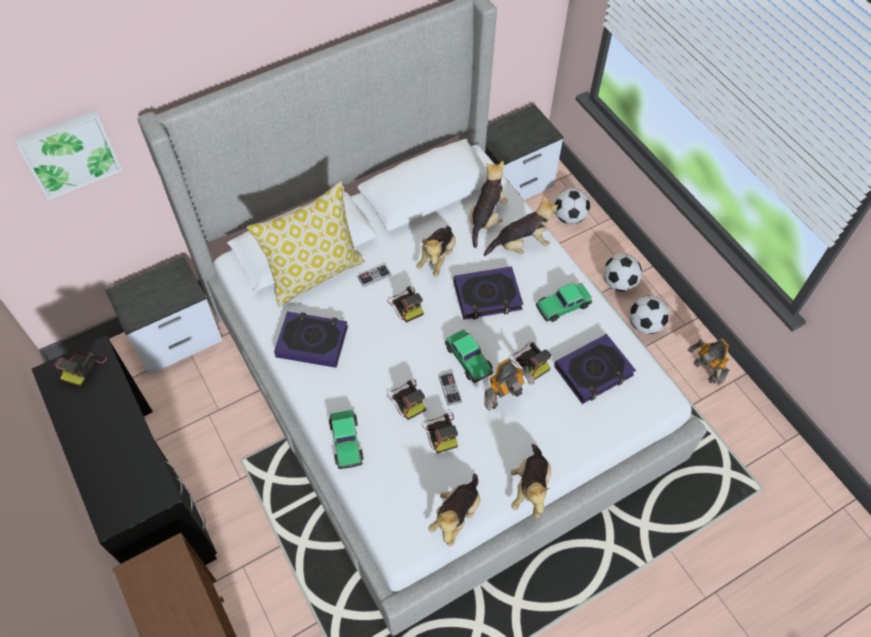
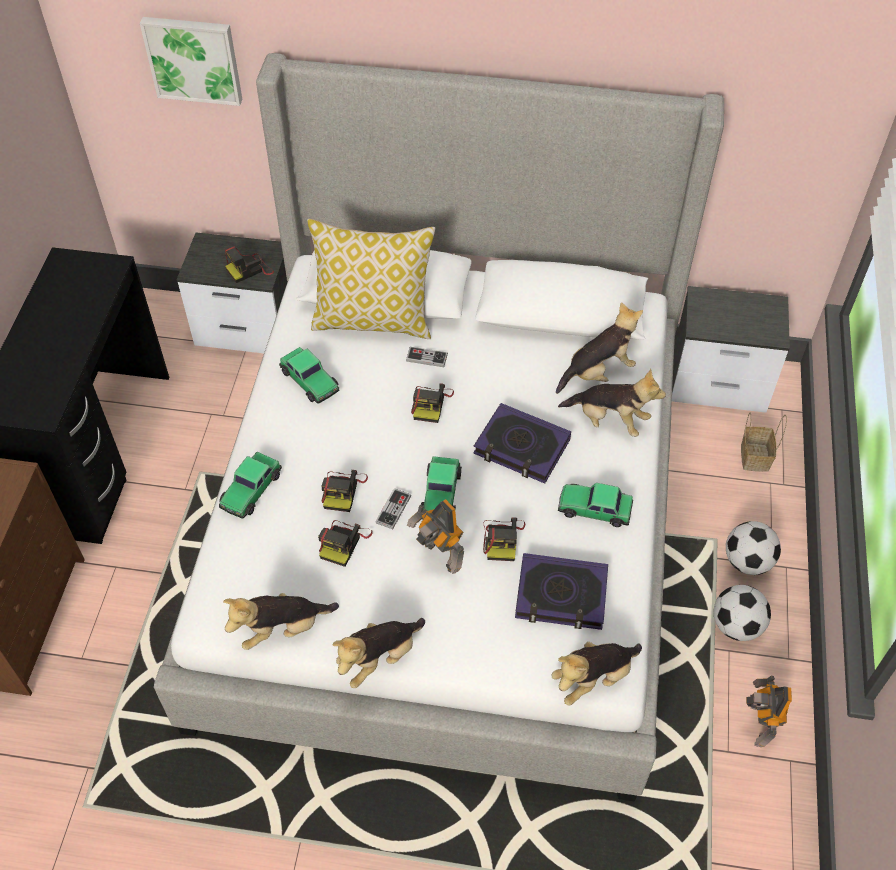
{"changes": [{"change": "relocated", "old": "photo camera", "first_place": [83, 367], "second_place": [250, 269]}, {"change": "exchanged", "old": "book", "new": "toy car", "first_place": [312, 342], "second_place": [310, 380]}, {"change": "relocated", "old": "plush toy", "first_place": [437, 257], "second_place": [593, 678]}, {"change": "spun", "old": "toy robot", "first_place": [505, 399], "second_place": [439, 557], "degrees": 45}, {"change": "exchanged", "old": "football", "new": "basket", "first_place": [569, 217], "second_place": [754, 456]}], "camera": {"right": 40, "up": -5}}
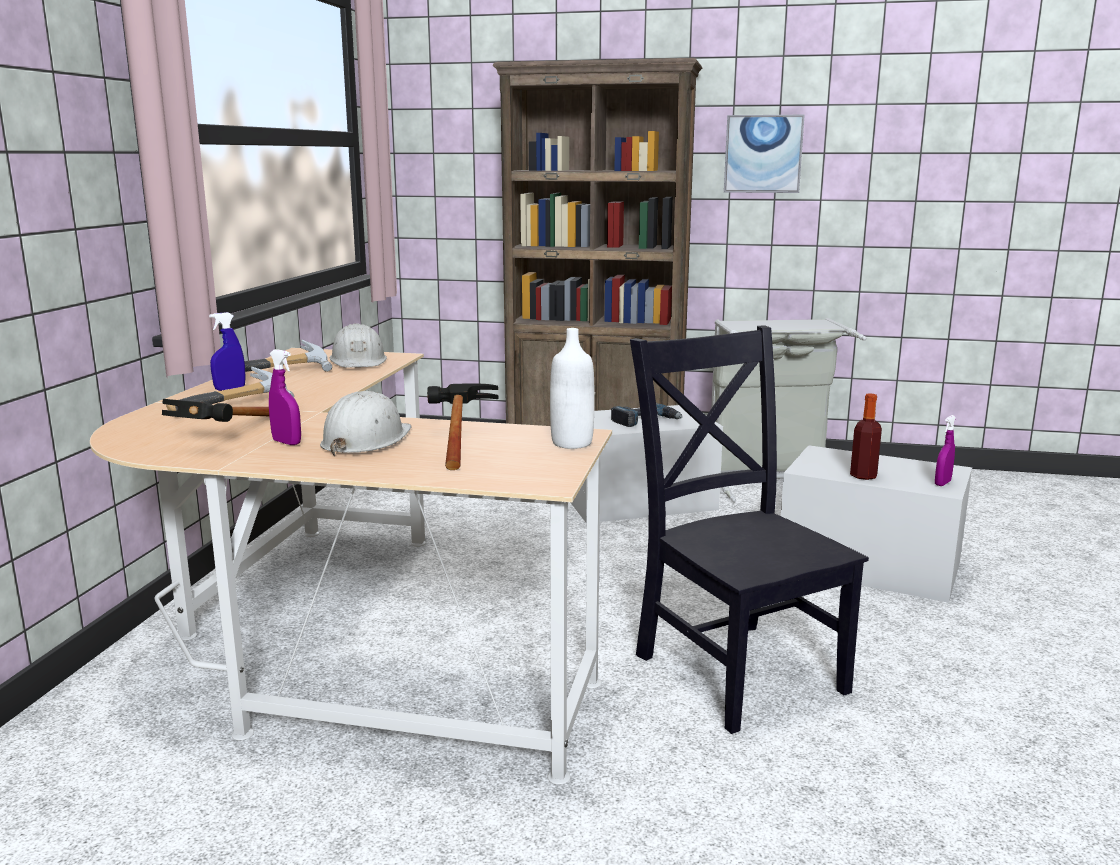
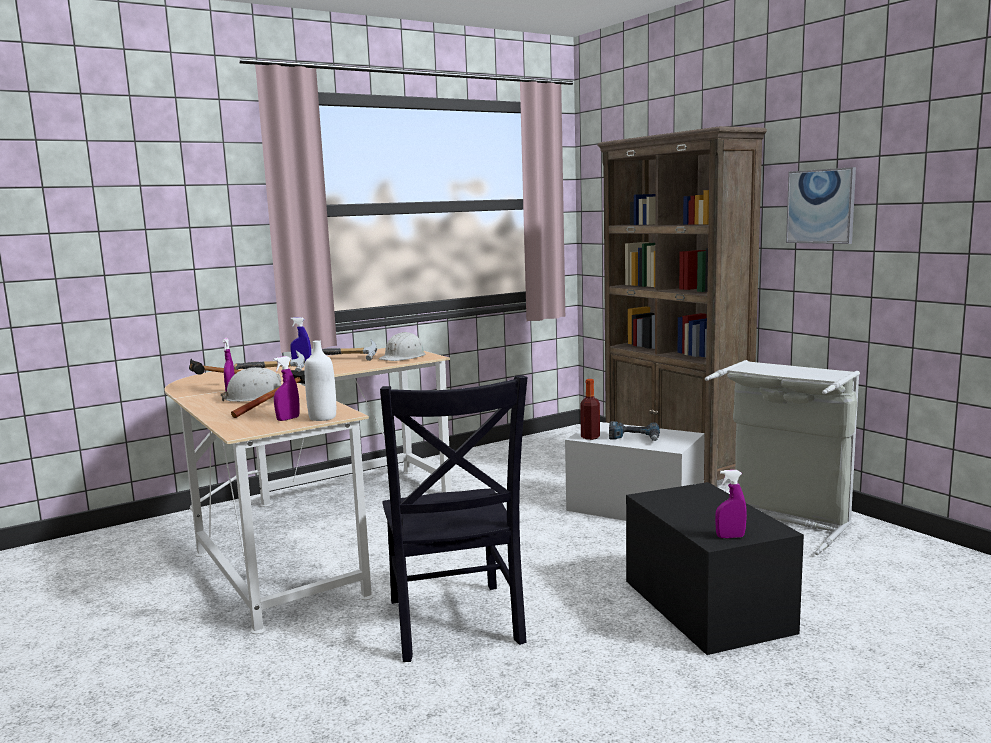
{"changes": [{"change": "spun", "old": "chair/black", "first_place": [735, 668], "second_place": [454, 624], "degrees": 150}, {"change": "colour", "old": "storage box/white", "new": "storage box/black", "first_place": [868, 565], "second_place": [706, 605]}, {"change": "relocated", "old": "bottle", "first_place": [863, 476], "second_place": [590, 437]}, {"change": "appeared", "new": "spray bottle/purple", "second_place": [288, 419]}], "camera": {"right": 45, "up": -5}}
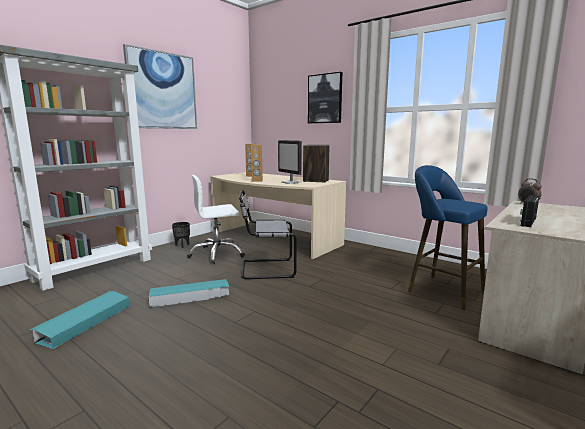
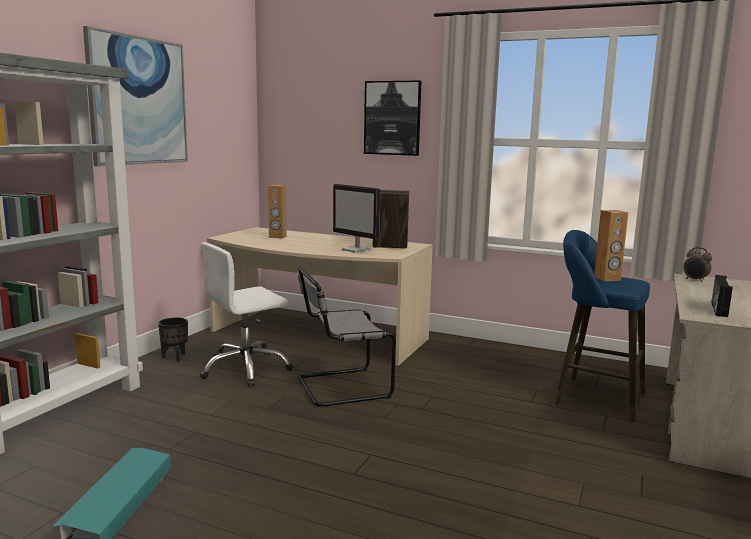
{"changes": [{"change": "missing", "old": "storage box/turquoise", "first_place": [190, 297]}, {"change": "relocated", "old": "speaker/brown", "first_place": [257, 181], "second_place": [607, 279]}], "camera": {"right": -15, "up": 0}}
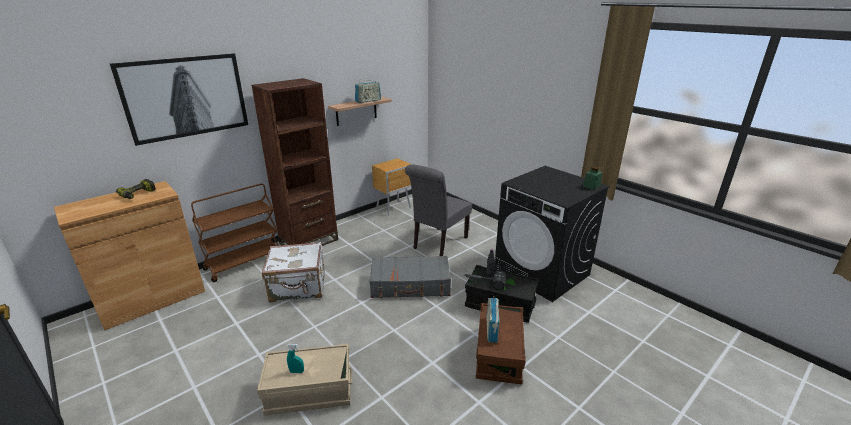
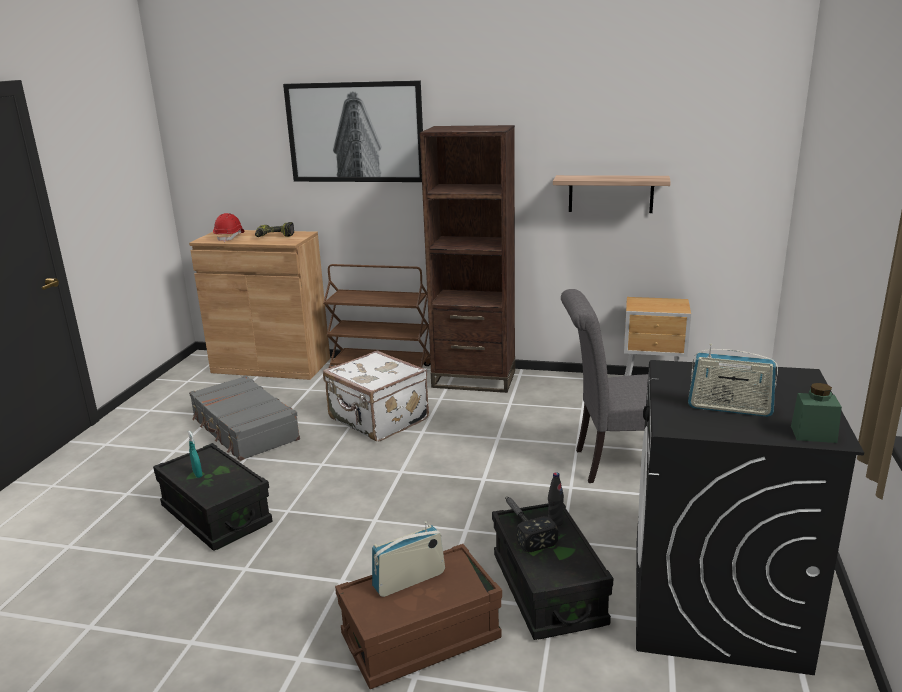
{"changes": [{"change": "colour", "old": "storage box/beige", "new": "storage box/black", "first_place": [310, 391], "second_place": [216, 515]}, {"change": "relocated", "old": "radio", "first_place": [368, 101], "second_place": [729, 408]}, {"change": "relocated", "old": "suitcase/grey", "first_place": [410, 285], "second_place": [244, 429]}, {"change": "appeared", "new": "hard hat/red", "second_place": [230, 237]}], "camera": {"right": 55, "up": -5}}
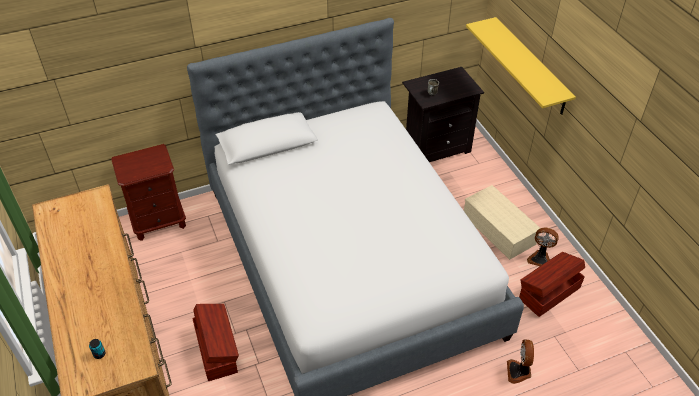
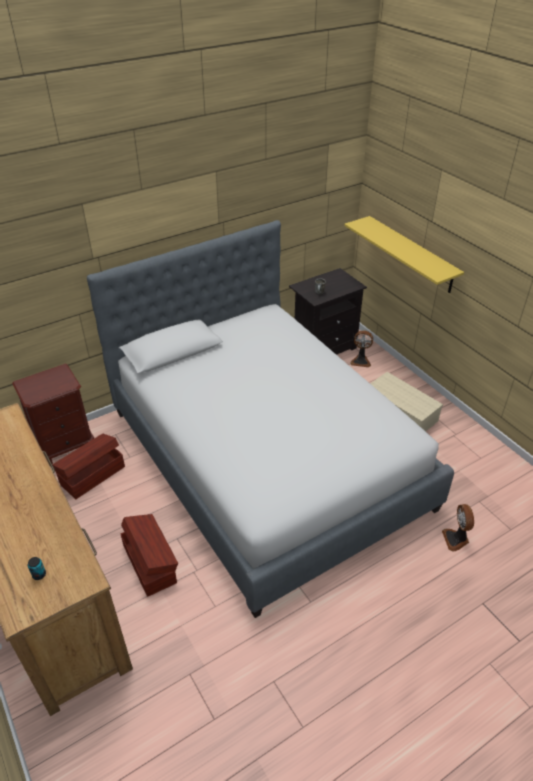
{"changes": [{"change": "relocated", "old": "storage box/brown", "first_place": [548, 292], "second_place": [91, 475]}, {"change": "relocated", "old": "fan", "first_place": [540, 258], "second_place": [360, 361]}], "camera": {"right": -10, "up": -5}}
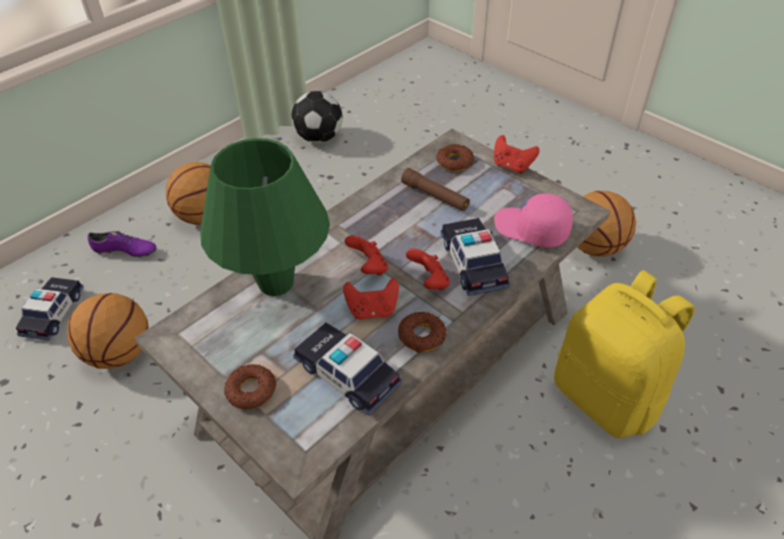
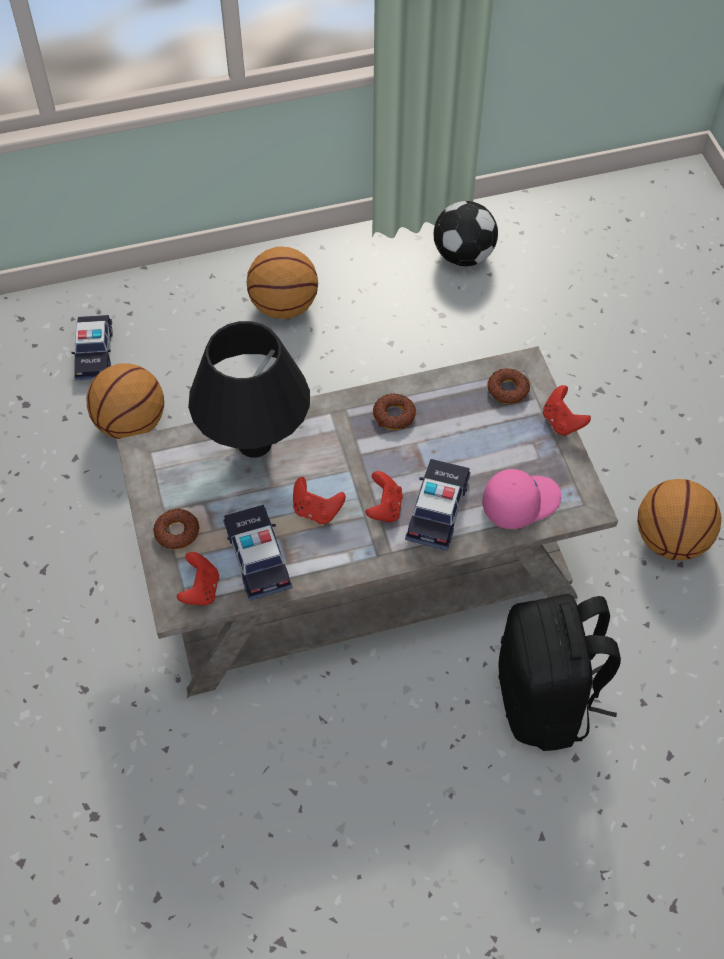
{"changes": [{"change": "spun", "old": "toy car", "first_place": [53, 313], "second_place": [94, 353], "degrees": 135}, {"change": "missing", "old": "shoe/purple", "first_place": [125, 251]}, {"change": "colour", "old": "table lamp/green", "new": "table lamp/black", "first_place": [276, 282], "second_place": [254, 443]}, {"change": "relocated", "old": "game controller/red", "first_place": [368, 267], "second_place": [201, 590]}, {"change": "relocated", "old": "donut", "first_place": [422, 336], "second_place": [394, 415]}, {"change": "missing", "old": "flashlight/brown", "first_place": [435, 196]}, {"change": "spun", "old": "cap/pink", "first_place": [531, 230], "second_place": [520, 502], "degrees": 90}, {"change": "colour", "old": "backpack/yellow", "new": "backpack/black", "first_place": [607, 397], "second_place": [546, 700]}], "camera": {"right": 30, "up": 10}}
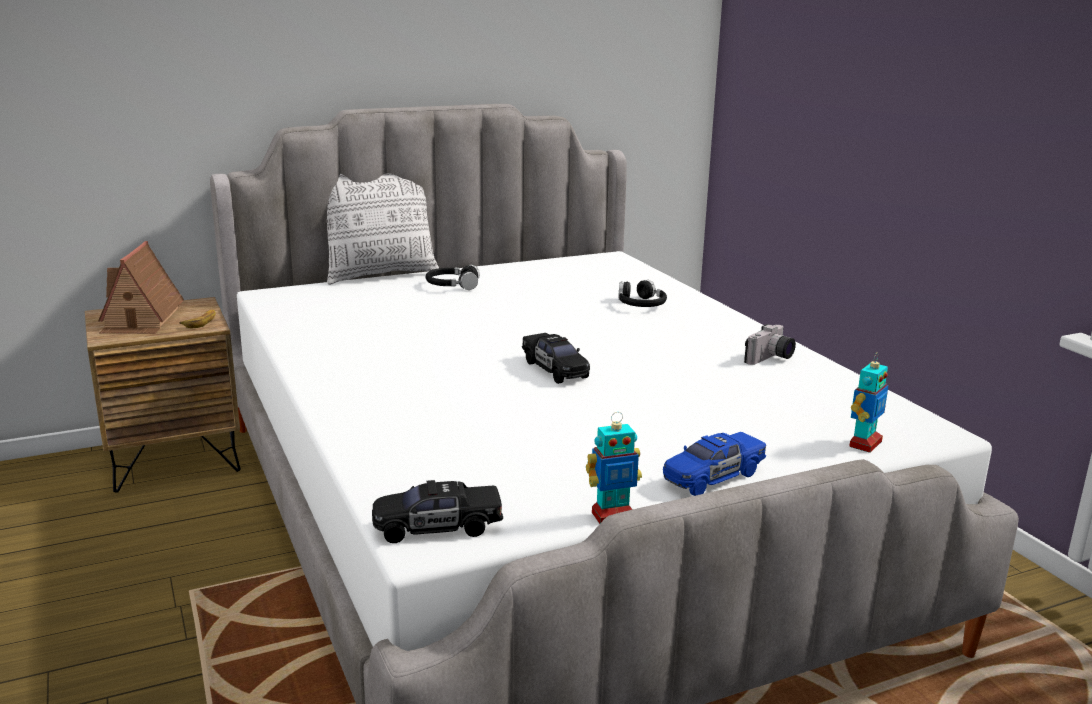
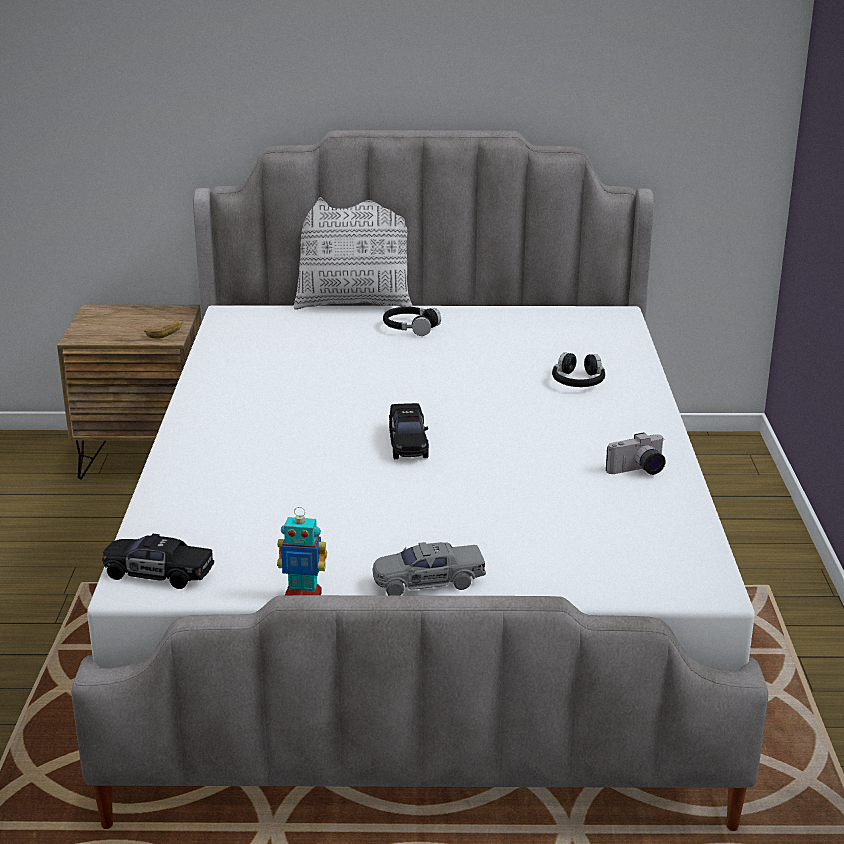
{"changes": [{"change": "missing", "old": "toy house", "first_place": [141, 319]}, {"change": "colour", "old": "toy car/blue", "new": "toy car/grey", "first_place": [712, 477], "second_place": [428, 582]}, {"change": "missing", "old": "toy robot", "first_place": [864, 444]}], "camera": {"right": 25, "up": 5}}
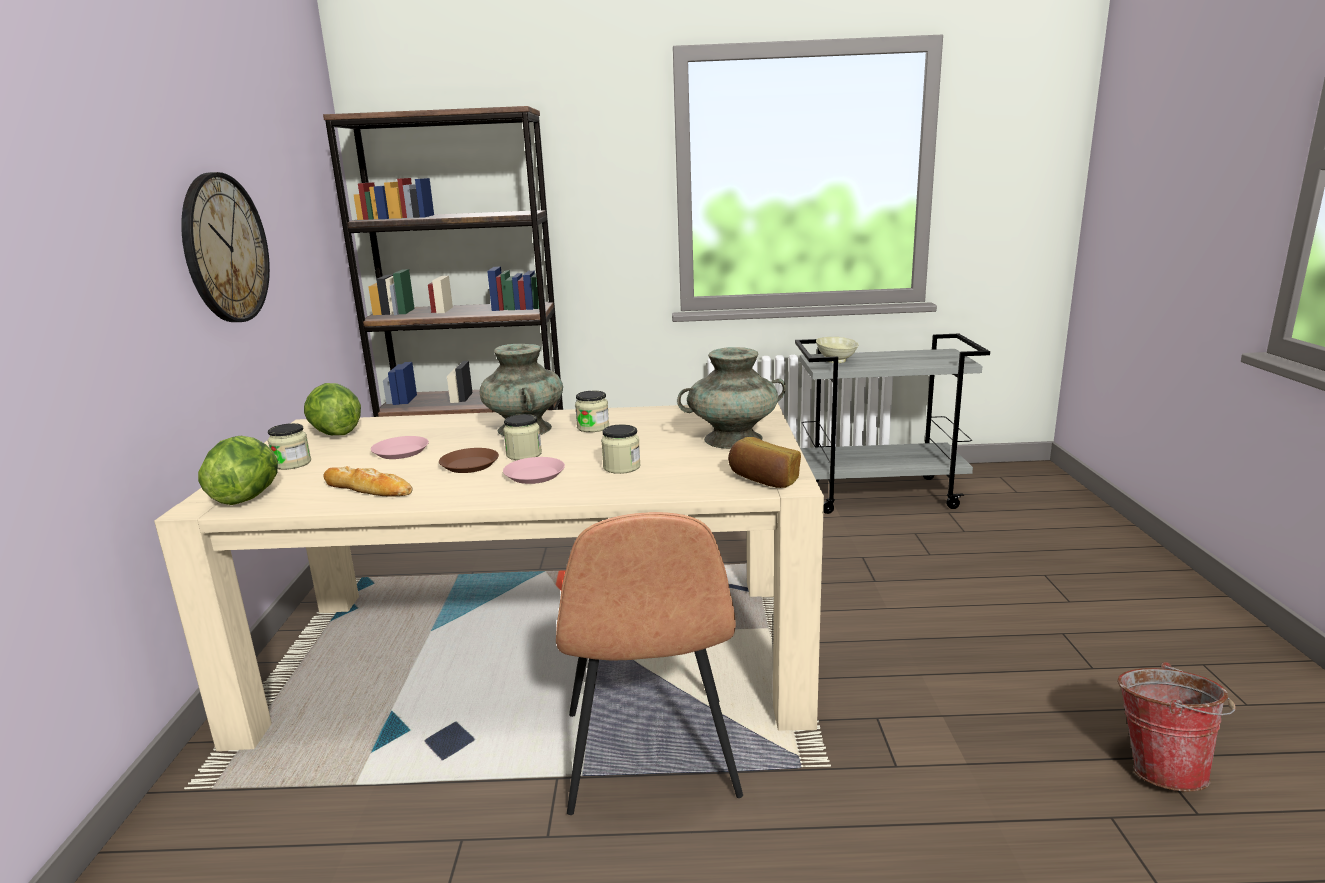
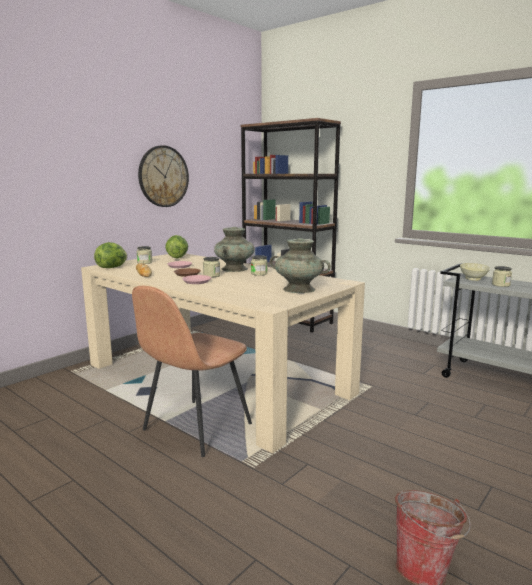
{"changes": [{"change": "relocated", "old": "jar", "first_place": [621, 467], "second_place": [500, 285]}, {"change": "missing", "old": "bread", "first_place": [763, 480]}], "camera": {"right": 40, "up": -5}}
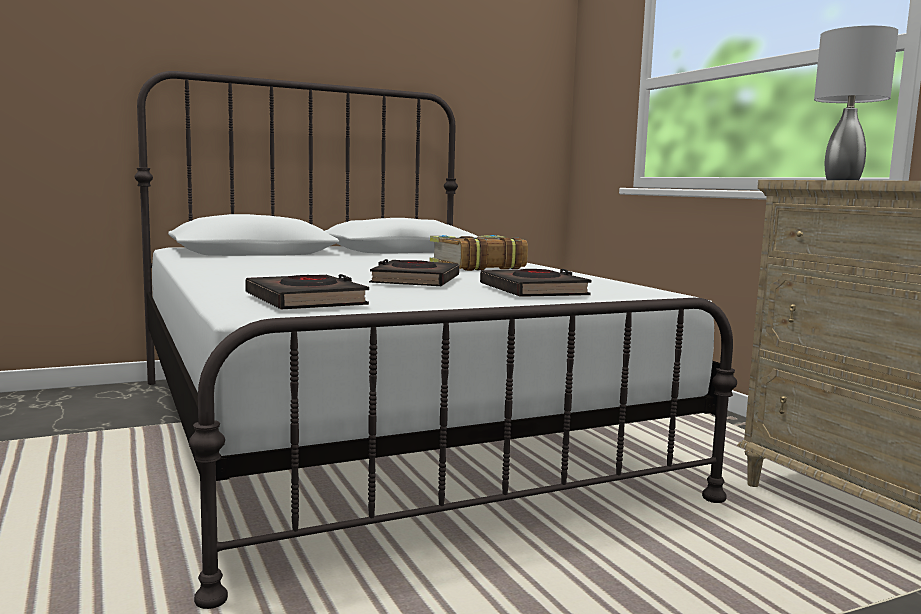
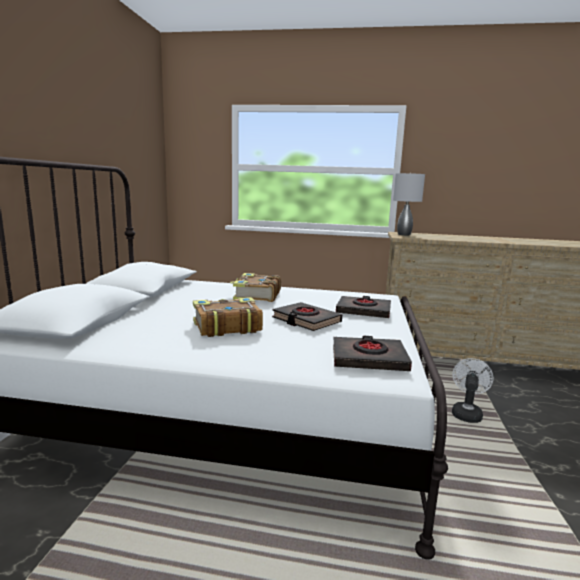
{"changes": [{"change": "appeared", "new": "book", "second_place": [226, 326]}, {"change": "appeared", "new": "fan/white", "second_place": [466, 413]}], "camera": {"right": -55, "up": 5}}
